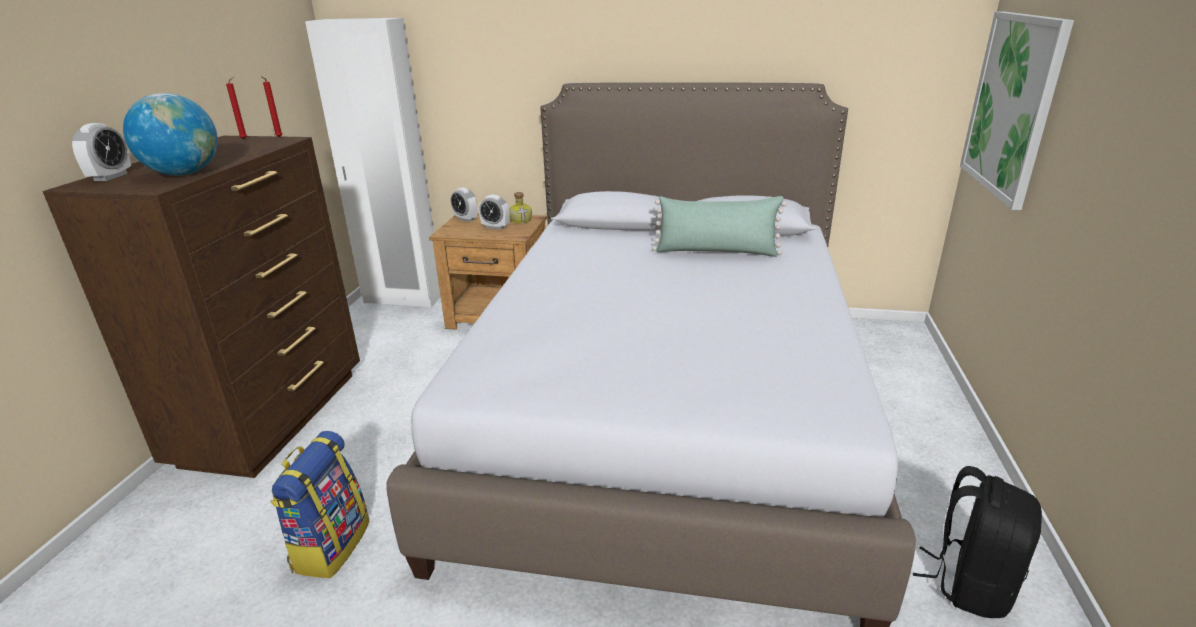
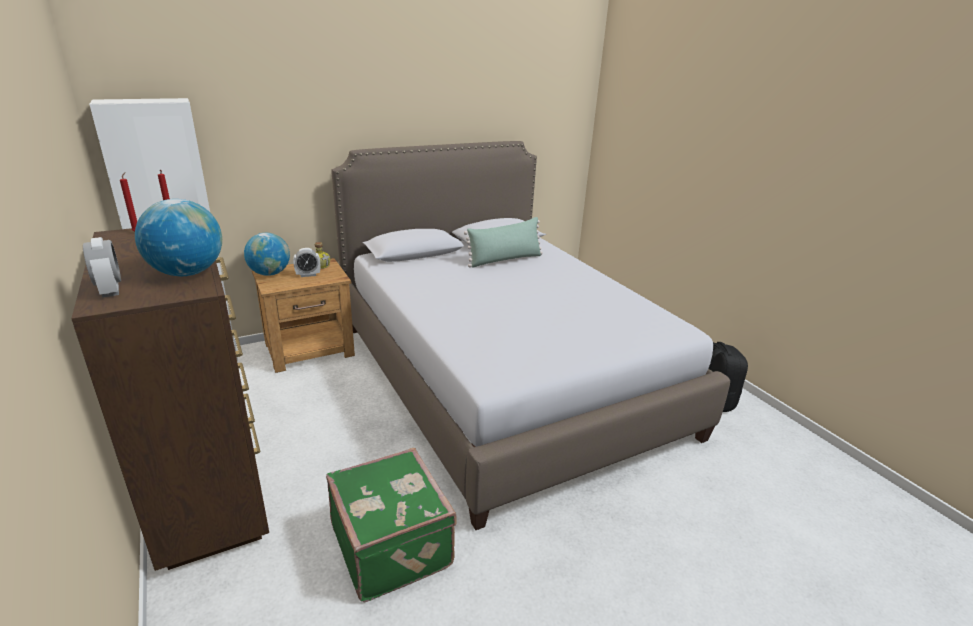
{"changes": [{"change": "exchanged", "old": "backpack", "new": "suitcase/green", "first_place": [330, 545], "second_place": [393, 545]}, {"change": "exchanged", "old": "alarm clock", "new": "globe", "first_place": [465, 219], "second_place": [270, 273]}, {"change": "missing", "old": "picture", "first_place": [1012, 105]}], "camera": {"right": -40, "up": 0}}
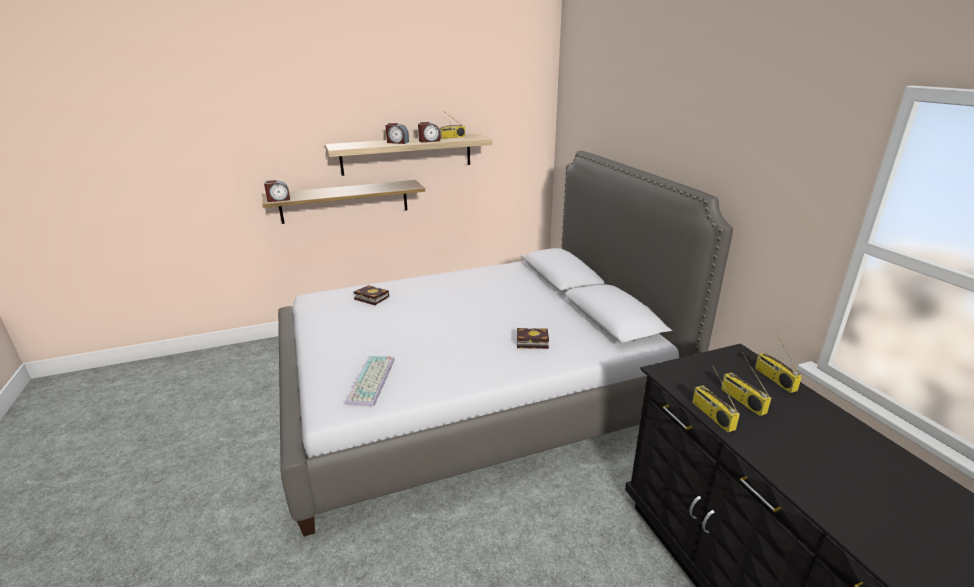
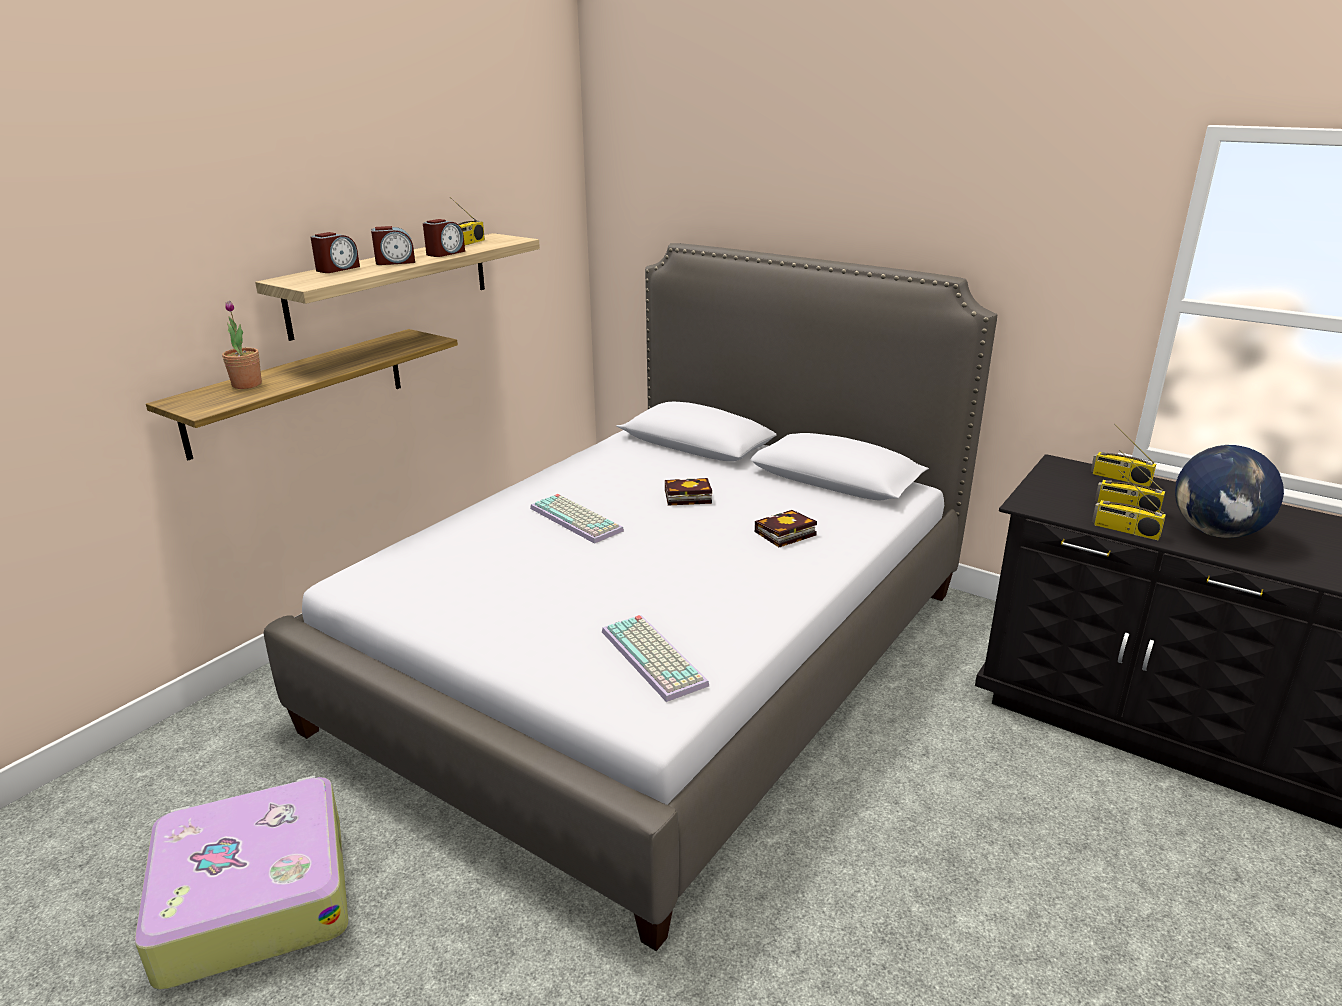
{"changes": [{"change": "relocated", "old": "alarm clock", "first_place": [278, 199], "second_place": [337, 269]}, {"change": "relocated", "old": "book", "first_place": [370, 298], "second_place": [685, 497]}, {"change": "appeared", "new": "suitcase", "second_place": [253, 896]}, {"change": "appeared", "new": "potted plant", "second_place": [247, 384]}, {"change": "appeared", "new": "keyboard", "second_place": [578, 519]}, {"change": "appeared", "new": "globe", "second_place": [1216, 533]}], "camera": {"right": -35, "up": 0}}
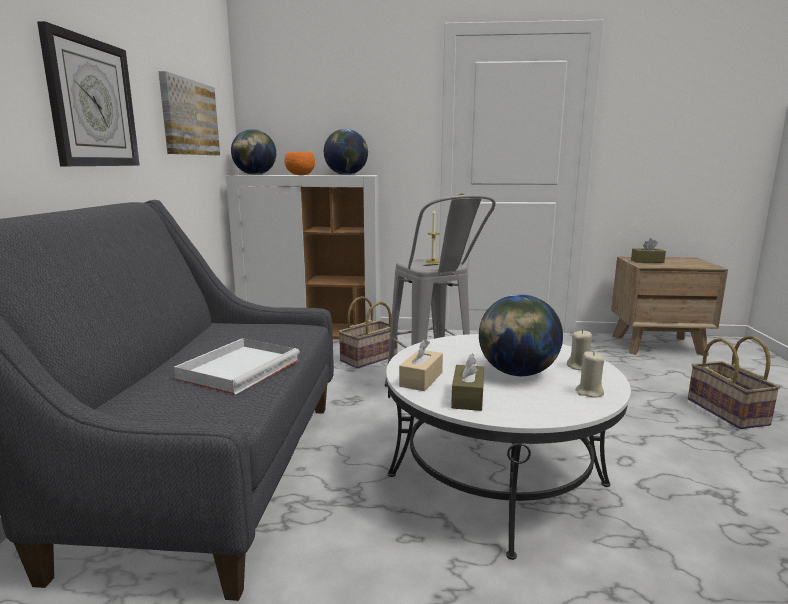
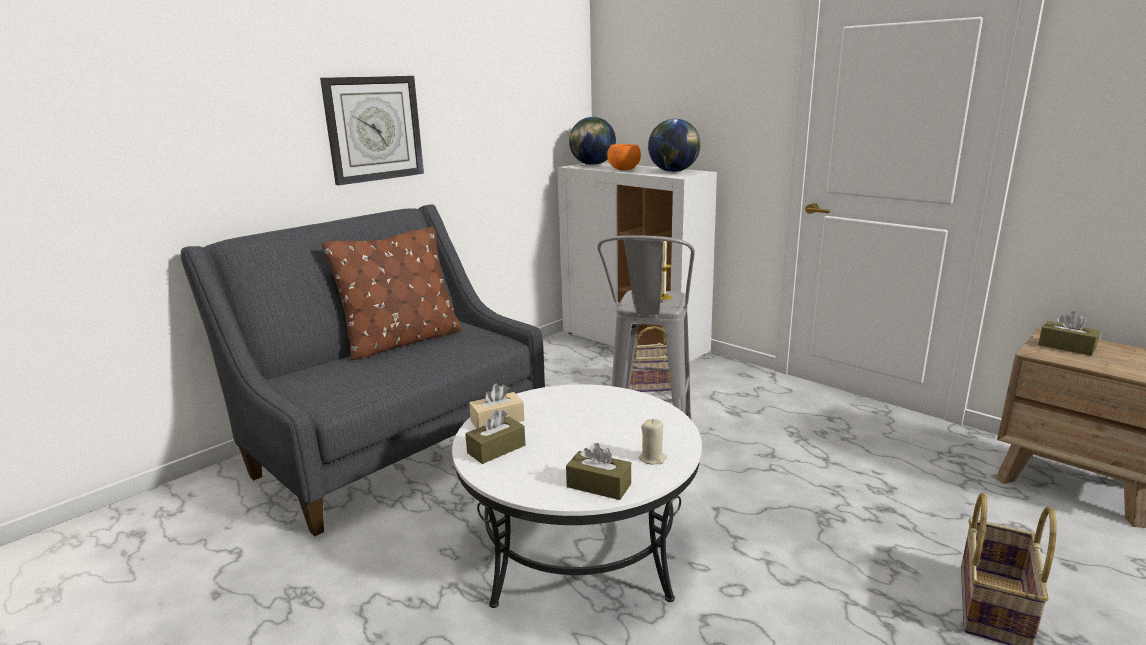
{"changes": [{"change": "missing", "old": "picture", "first_place": [189, 118]}, {"change": "missing", "old": "tray/white", "first_place": [240, 368]}, {"change": "missing", "old": "globe", "first_place": [517, 373]}, {"change": "exchanged", "old": "candle/beige", "new": "tissue box/brown", "first_place": [589, 392], "second_place": [599, 485]}, {"change": "appeared", "new": "pillow/brown", "second_place": [402, 341]}], "camera": {"right": 40, "up": 5}}
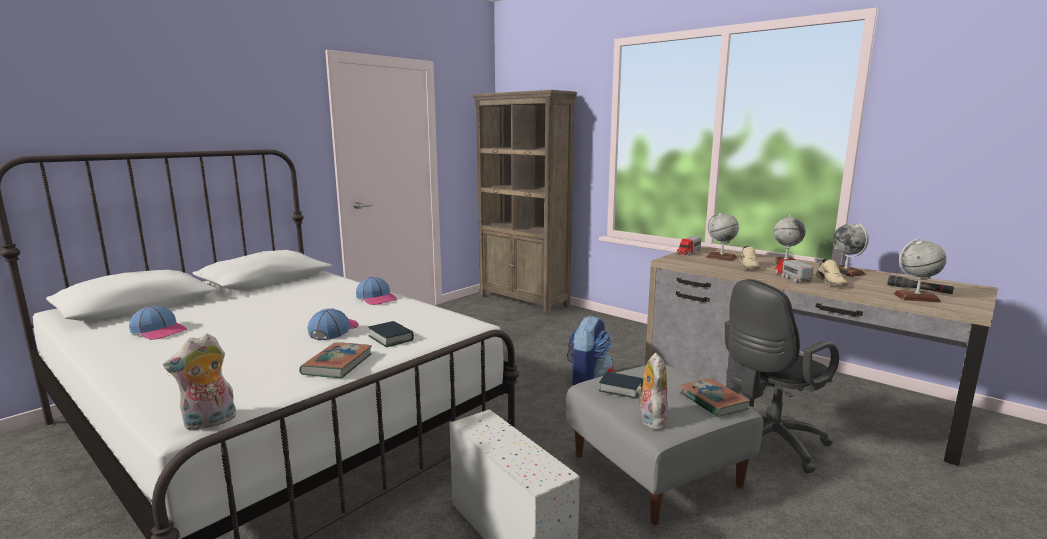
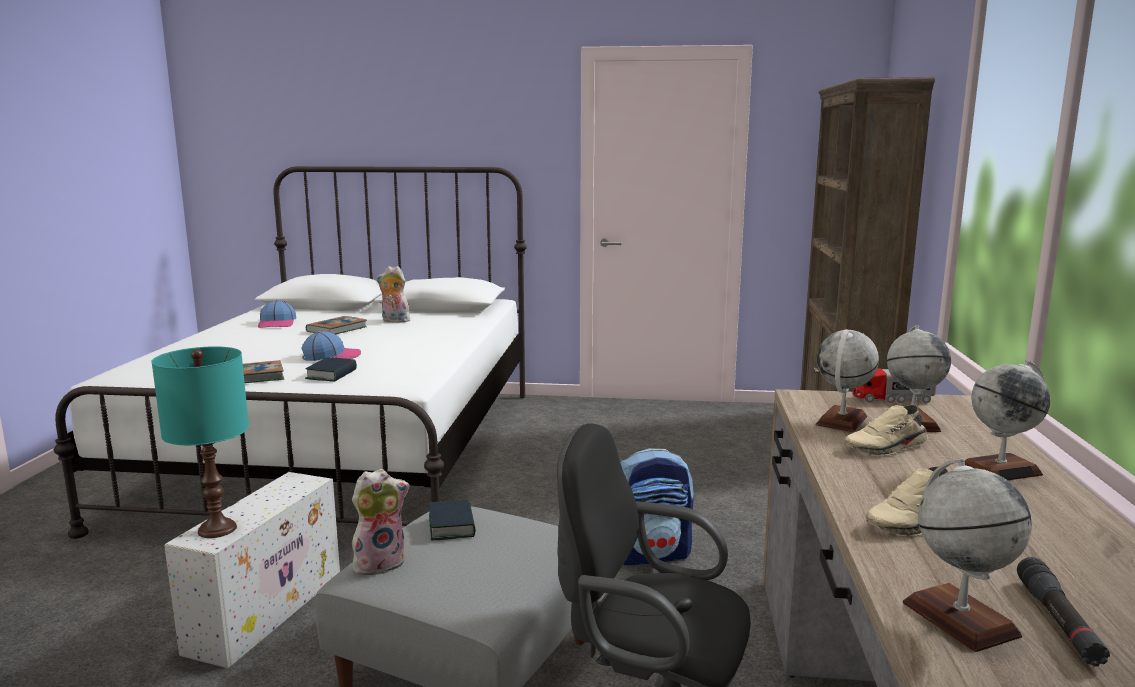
{"changes": [{"change": "relocated", "old": "plush toy", "first_place": [209, 423], "second_place": [394, 321]}, {"change": "missing", "old": "cap", "first_place": [377, 298]}, {"change": "relocated", "old": "book", "first_place": [713, 401], "second_place": [337, 329]}, {"change": "missing", "old": "toy truck", "first_place": [791, 277]}, {"change": "relocated", "old": "globe", "first_place": [845, 272], "second_place": [841, 421]}, {"change": "appeared", "new": "table lamp/turquoise", "second_place": [216, 529]}], "camera": {"right": 55, "up": 0}}
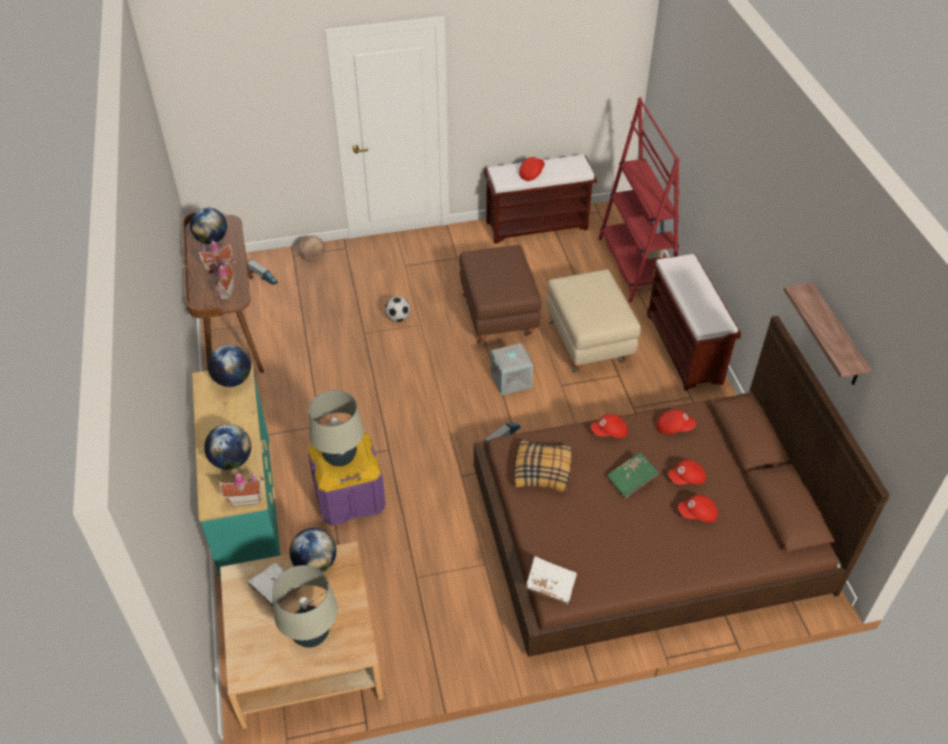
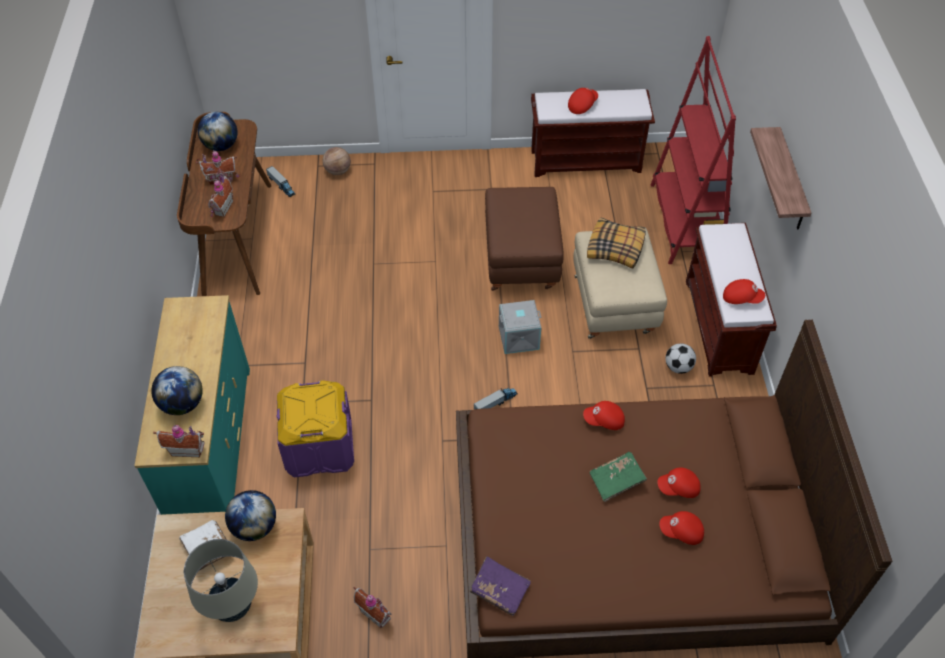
{"changes": [{"change": "missing", "old": "globe", "first_place": [233, 380]}, {"change": "missing", "old": "table lamp/beige", "first_place": [340, 458]}, {"change": "relocated", "old": "football", "first_place": [398, 318], "second_place": [678, 367]}, {"change": "relocated", "old": "pillow", "first_place": [543, 471], "second_place": [616, 248]}, {"change": "colour", "old": "book/white", "new": "book/purple", "first_place": [550, 585], "second_place": [499, 589]}, {"change": "relocated", "old": "cap/red", "first_place": [674, 427], "second_place": [741, 298]}, {"change": "relocated", "old": "shelf", "first_place": [836, 337], "second_place": [791, 181]}, {"change": "appeared", "new": "toy house", "second_place": [376, 613]}], "camera": {"right": 10, "up": 5}}
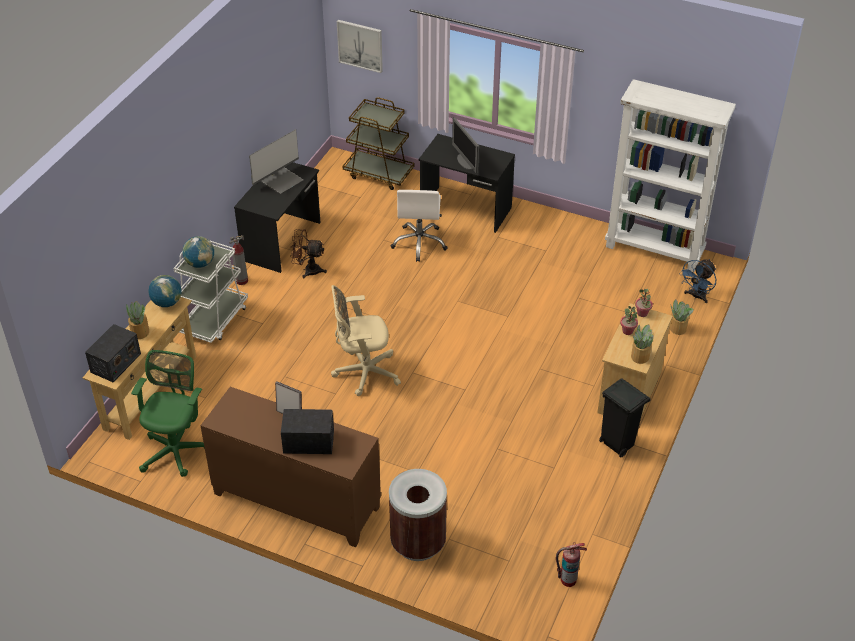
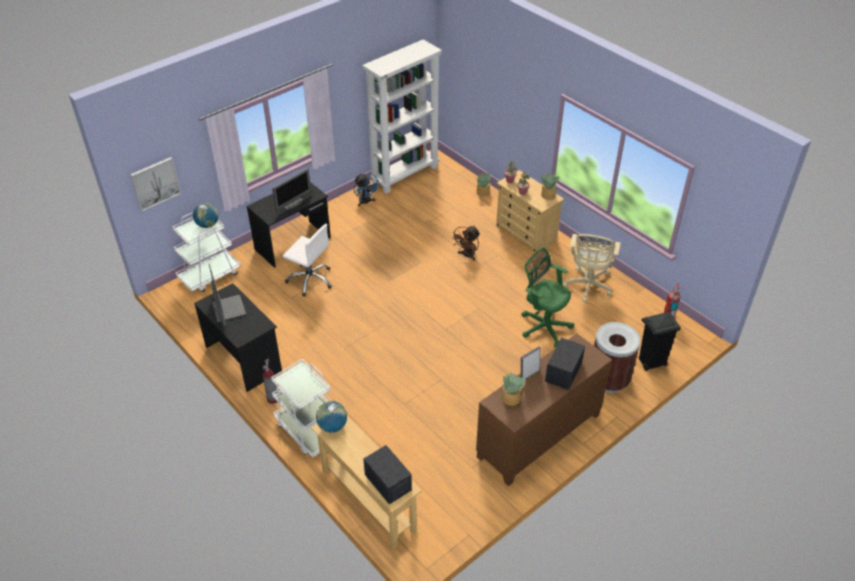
{"changes": [{"change": "relocated", "old": "potted plant", "first_place": [140, 332], "second_place": [511, 399]}, {"change": "relocated", "old": "office chair/green", "first_place": [176, 449], "second_place": [543, 326]}, {"change": "relocated", "old": "globe", "first_place": [200, 263], "second_place": [207, 225]}, {"change": "relocated", "old": "fan/brown", "first_place": [308, 270], "second_place": [467, 255]}, {"change": "relocated", "old": "office chair/beige", "first_place": [363, 372], "second_place": [587, 286]}, {"change": "colour", "old": "cart/brown", "new": "cart/white", "first_place": [379, 173], "second_place": [210, 275]}, {"change": "spun", "old": "monitor", "first_place": [465, 162], "second_place": [293, 203], "degrees": -45}, {"change": "relocated", "old": "trash can/black", "first_place": [617, 444], "second_place": [650, 363]}, {"change": "relocated", "old": "fan/blue", "first_place": [696, 296], "second_place": [366, 202]}], "camera": {"right": -65, "up": 0}}
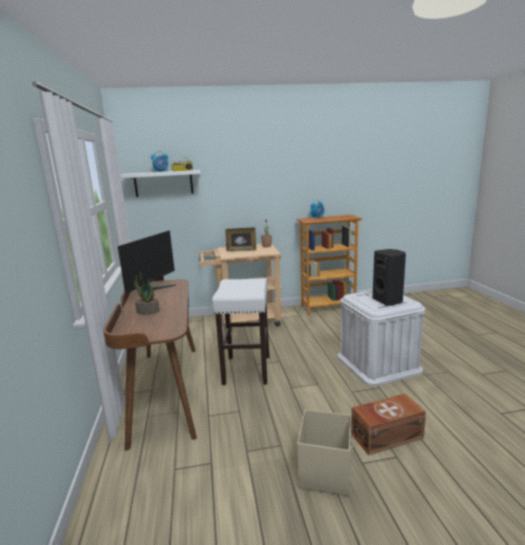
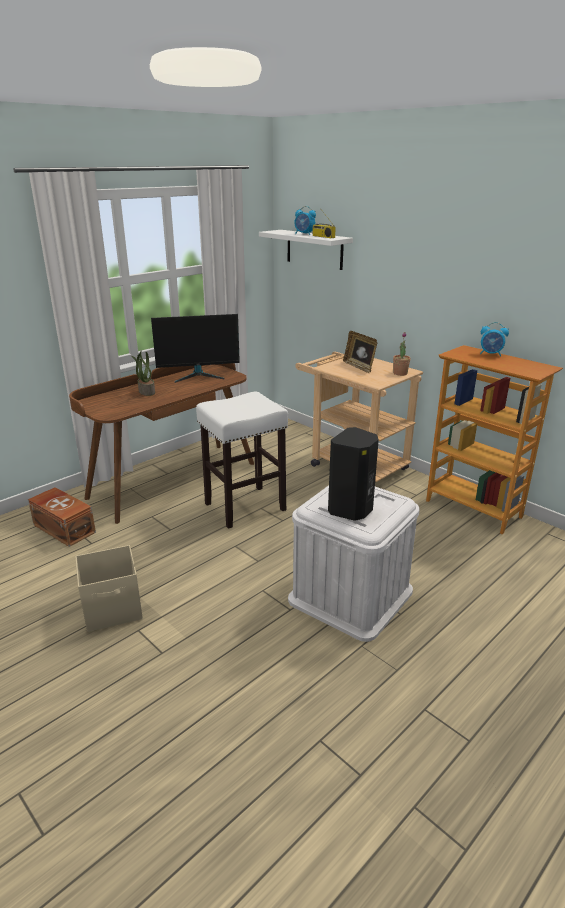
{"changes": [{"change": "relocated", "old": "storage box/brown", "first_place": [385, 435], "second_place": [64, 528]}], "camera": {"right": 55, "up": 10}}
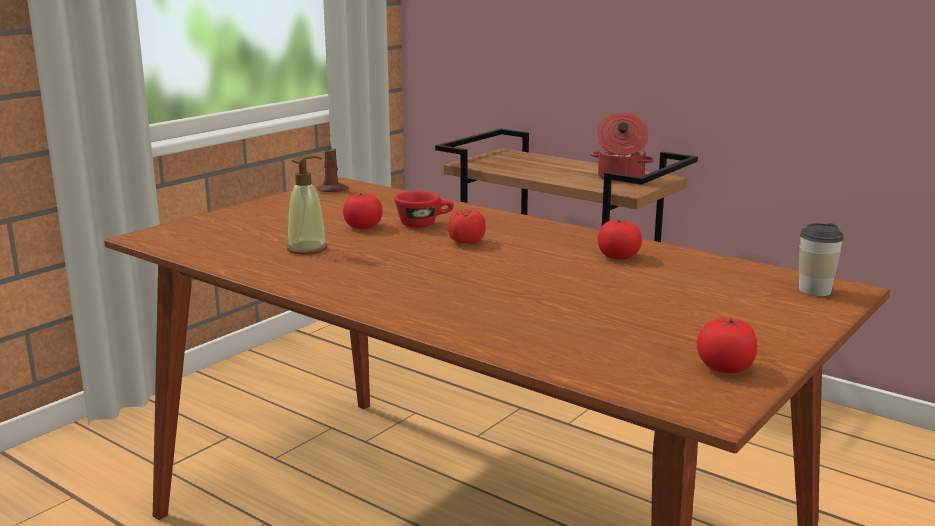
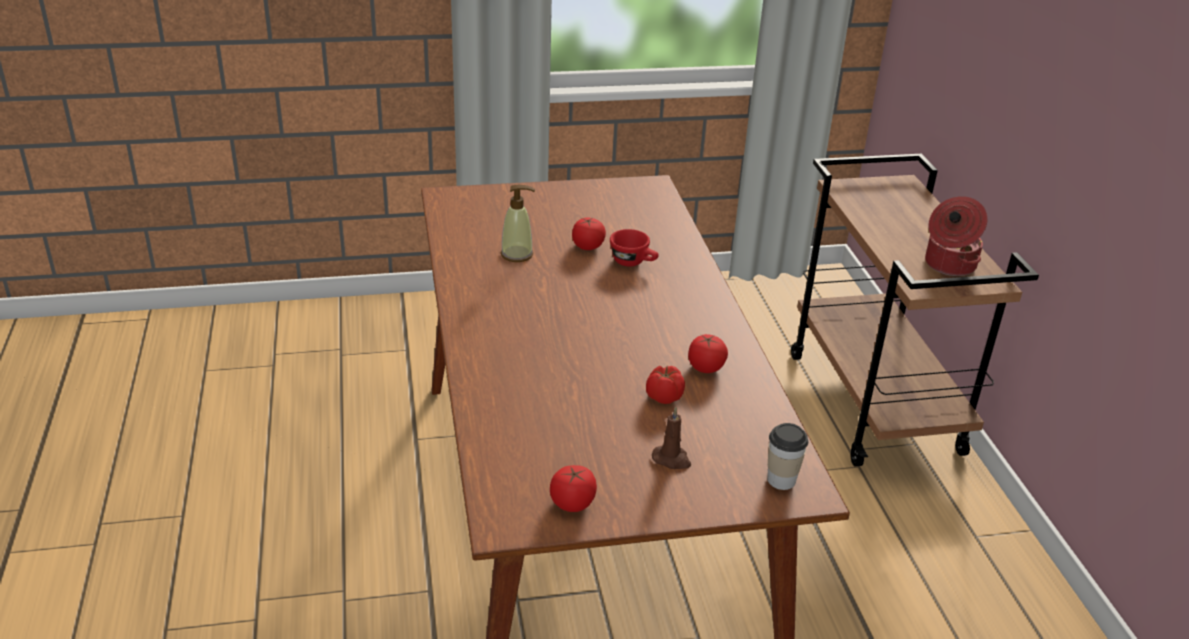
{"changes": [{"change": "relocated", "old": "candle/brown", "first_place": [333, 190], "second_place": [672, 459]}, {"change": "relocated", "old": "tomato", "first_place": [465, 242], "second_place": [663, 397]}], "camera": {"right": 40, "up": 15}}
